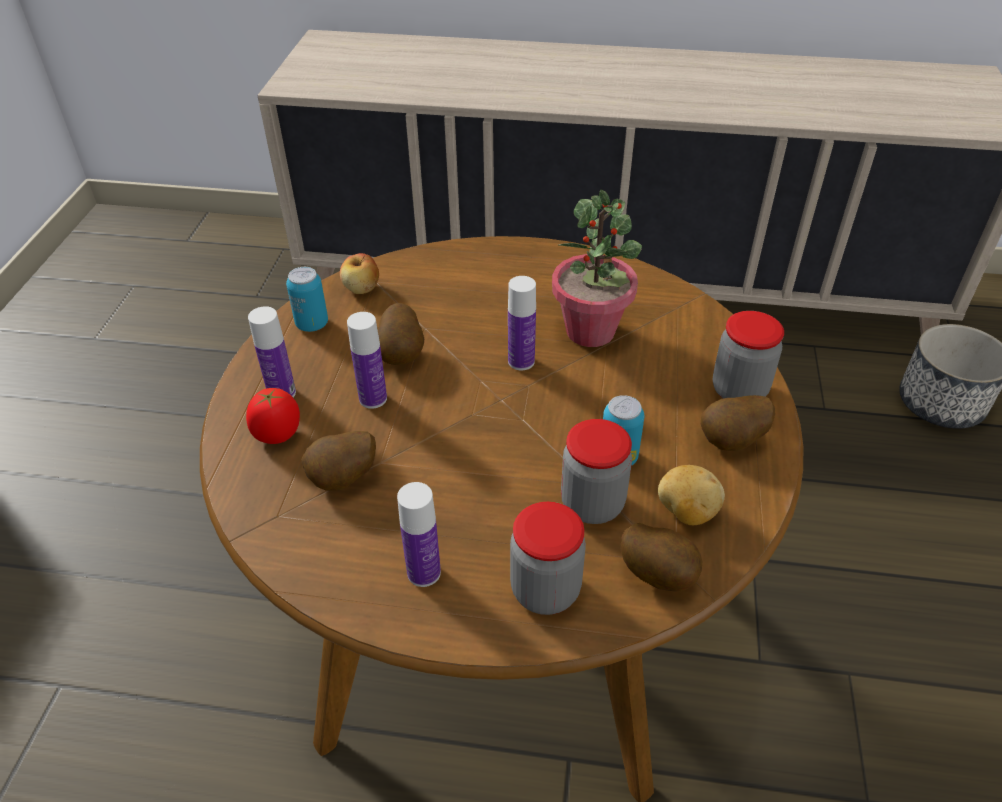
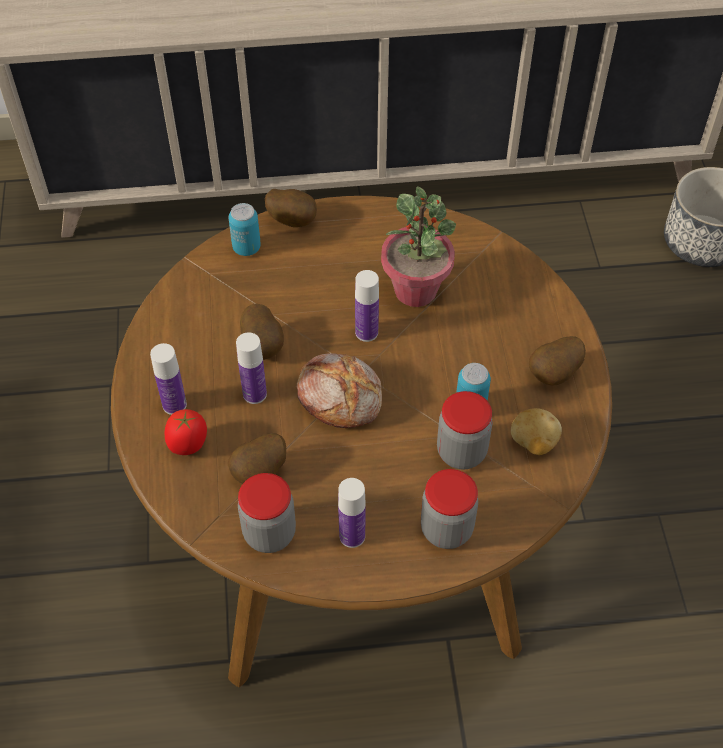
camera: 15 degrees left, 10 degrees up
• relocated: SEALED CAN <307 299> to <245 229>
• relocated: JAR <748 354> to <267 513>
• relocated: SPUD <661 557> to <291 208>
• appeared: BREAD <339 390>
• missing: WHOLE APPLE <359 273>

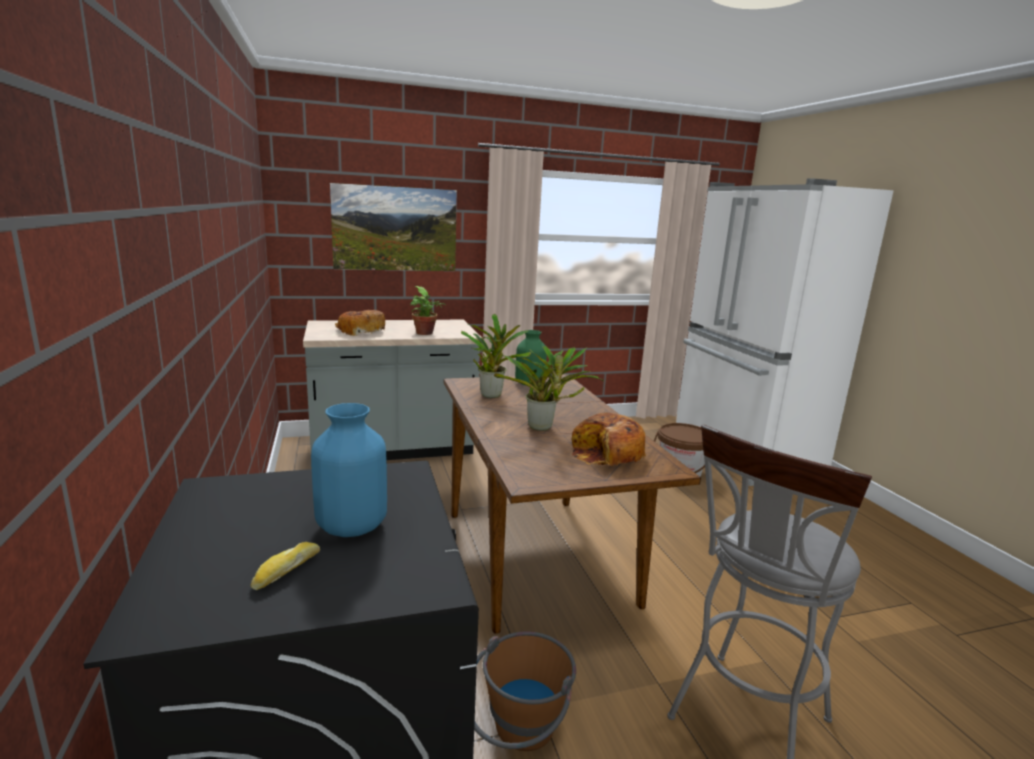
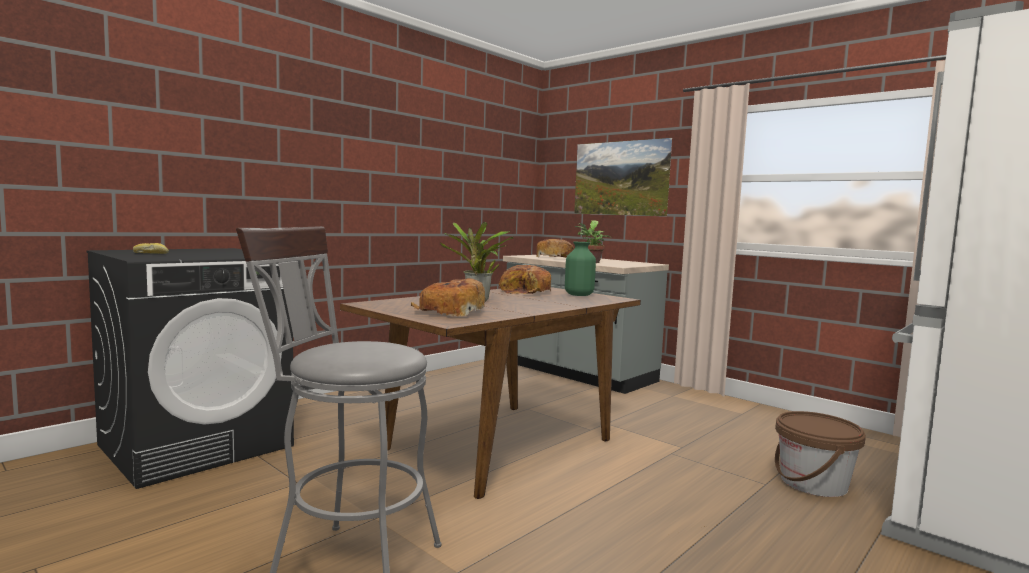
camera: 60 degrees right, 10 degrees down
• exchanged: PLANT IN A POT <496 356> to BREAD <525 279>
• missing: BLUE VASE <349 470>
• missing: BROWNISH PAIL <525 691>

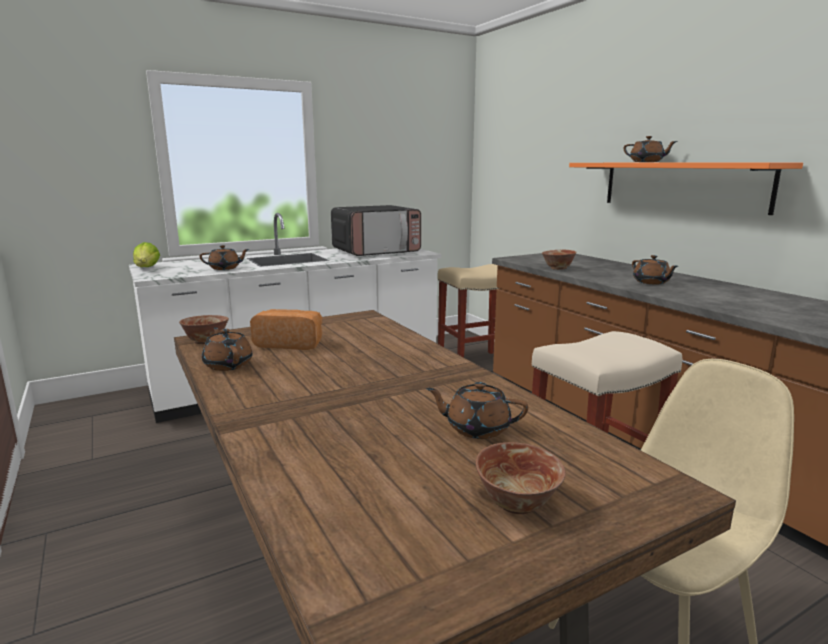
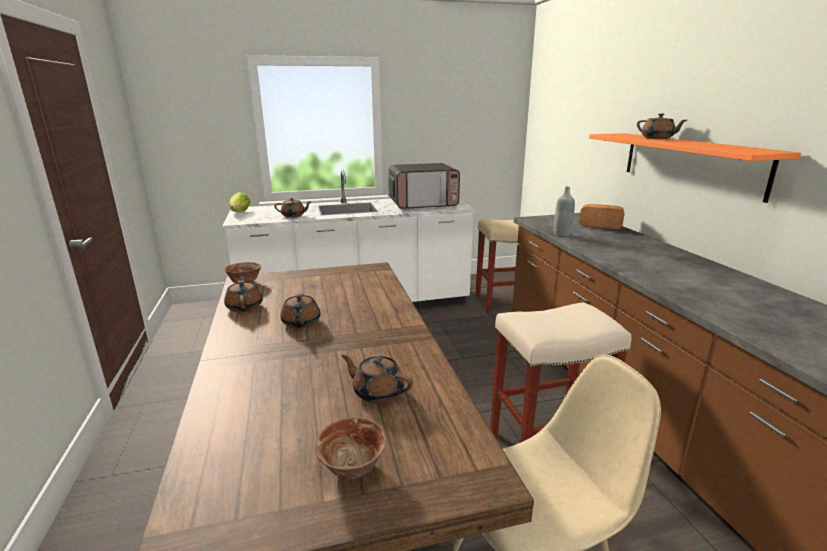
camera: 15 degrees right, 5 degrees up
• relocated: BROWNISH POT FOR TEA <655 270> to <300 311>
• exchanged: DEEP DISH <559 260> to GREYISH BOTTLE <564 211>
• relocated: BREAD <286 329> to <602 216>

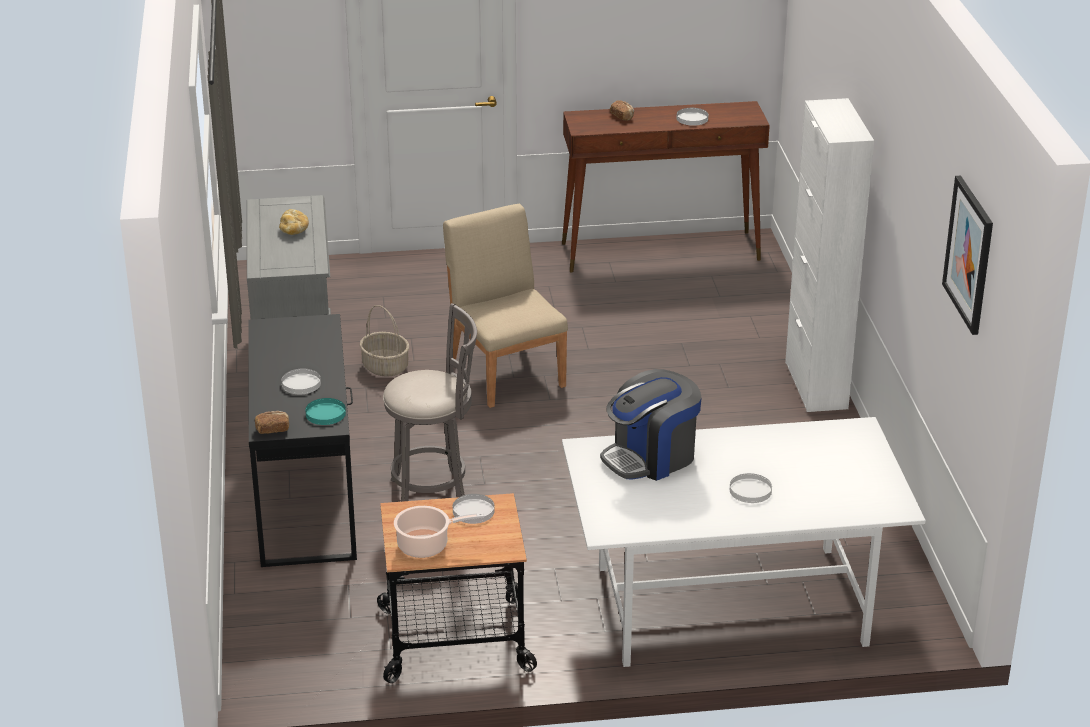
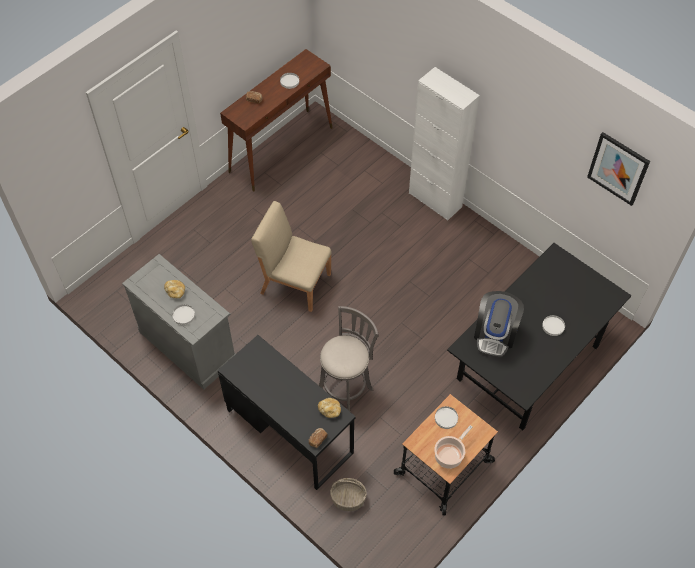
camera: 40 degrees left, 25 degrees up
• relocated: WHITE PLATE <301 381> to <183 314>
• exchanged: TURQUOISE PLATE <325 411> to BREAD <329 408>
• relocated: STORAGE BASKET <384 341> to <348 494>
• colour: WHITE DINING TABLE <744 542> to BLACKISH DINING TABLE <539 336>

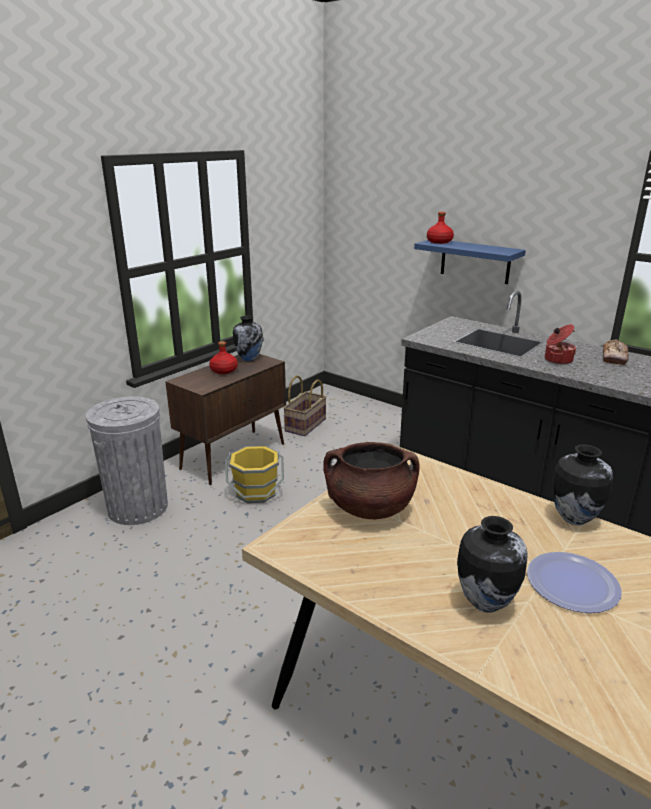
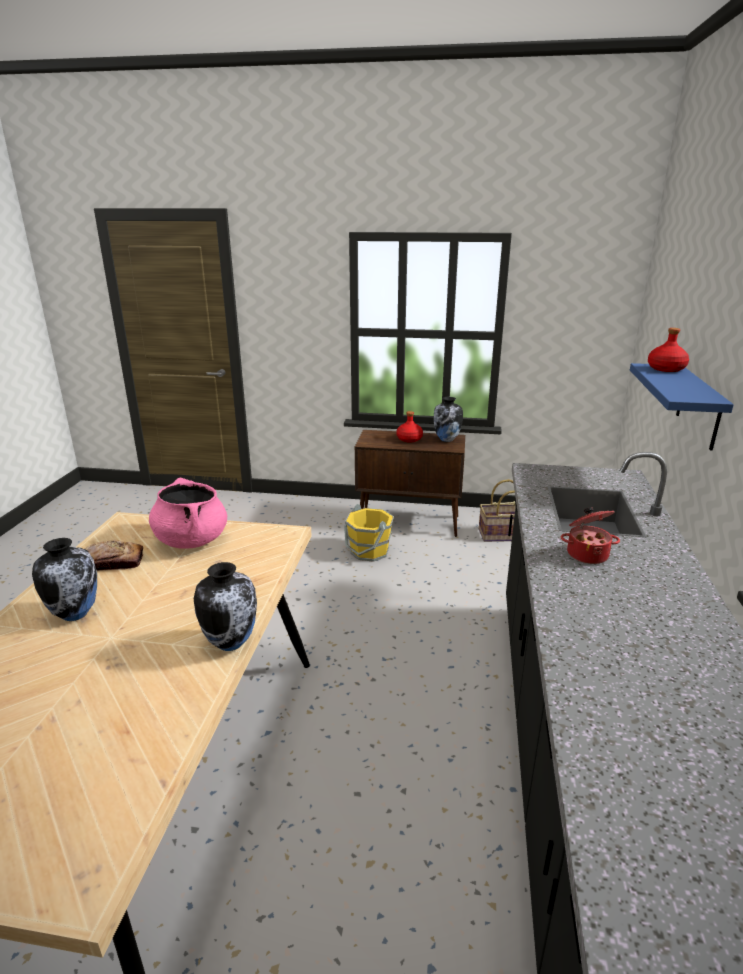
camera: 60 degrees right, 0 degrees up
• relocated: BREAD <616 352> to <114 555>
• colour: BROWNISH COOKING POT <371 480> to PINK-COLOURED COOKING POT <188 513>
• missing: GREYISH RUBBISH BIN <127 460>
• missing: PLATE <574 582>

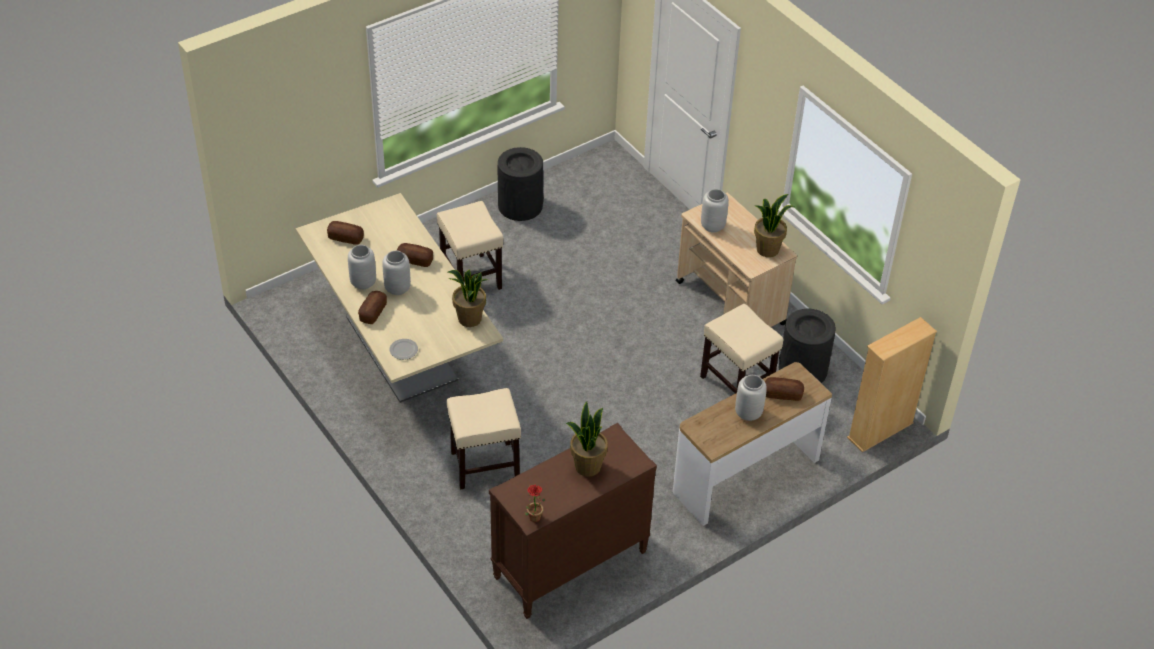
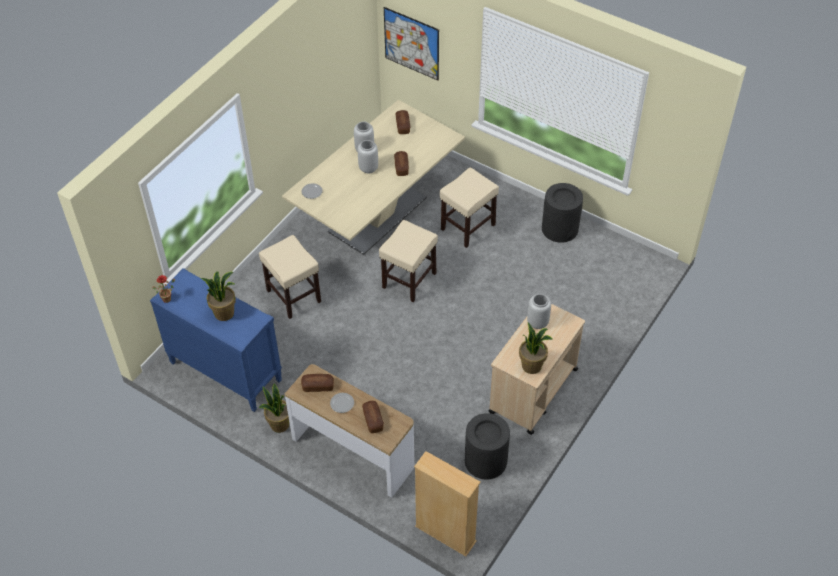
camera: 70 degrees right, 5 degrees up
• colour: BROWNISH DRAWER CHEST <573 521> to BLUE DRAWER CHEST <216 340>
• relocated: PLANT IN A POT <468 298> to <274 408>
• relocated: BREAD <372 307> to <317 383>
• exchanged: GREYISH VASE <751 398> to PLATE <342 403>
• relocated: BEIGE-COLOURED SITTING STOOL <741 348> to <408 261>
• appeared: WALL ART <411 43>

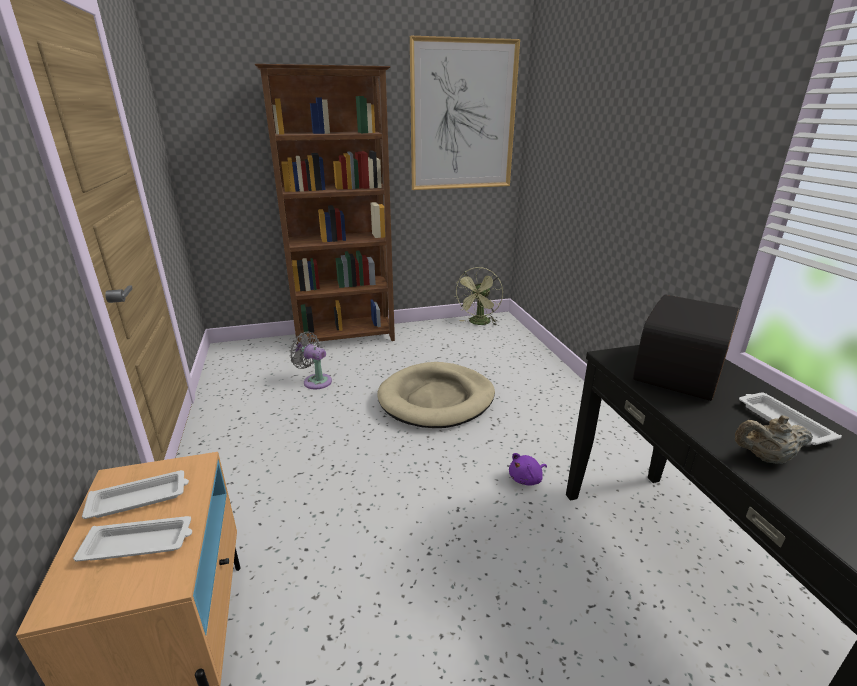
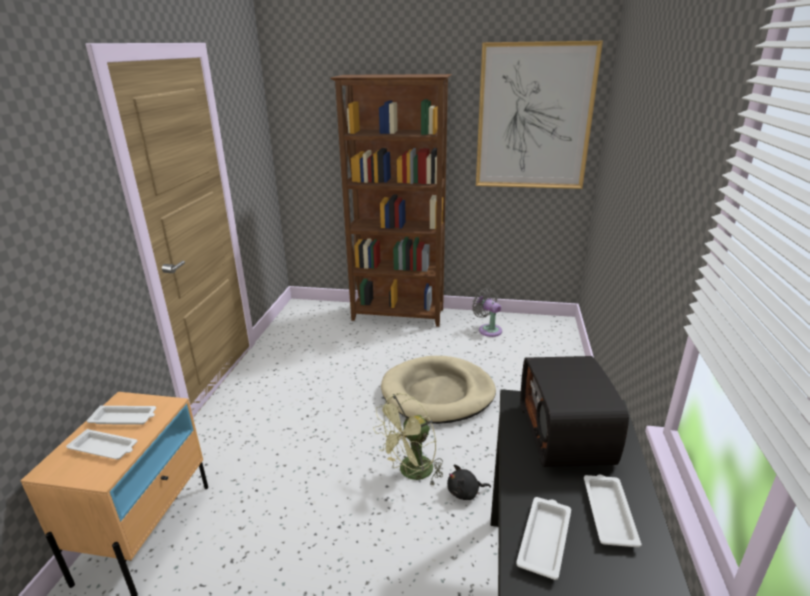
camera: 25 degrees right, 0 degrees up
• relocated: GREENISH FAN <479 296> to <408 440>
• colour: PURPLE CUDDLY TOY <528 469> to BLACKISH CUDDLY TOY <469 482>
• relocated: GREYISH FAN <310 360> to <487 312>
• exchanged: BEIGE-COLOURED POT FOR TEA <774 439> to WHITE TRAY <543 538>
• spun: RADIO <686 347> = <574 411> 60 degrees counterclockwise

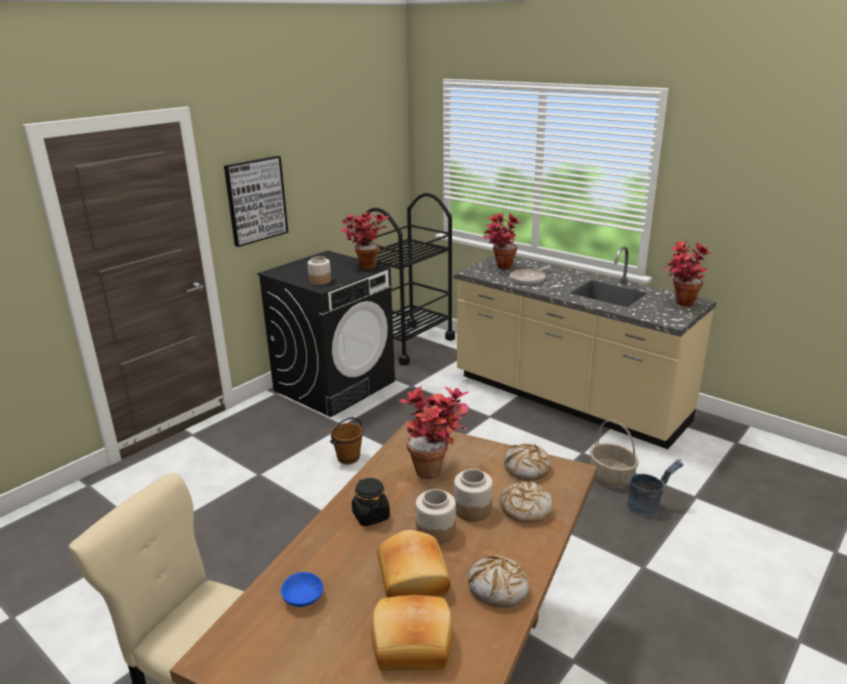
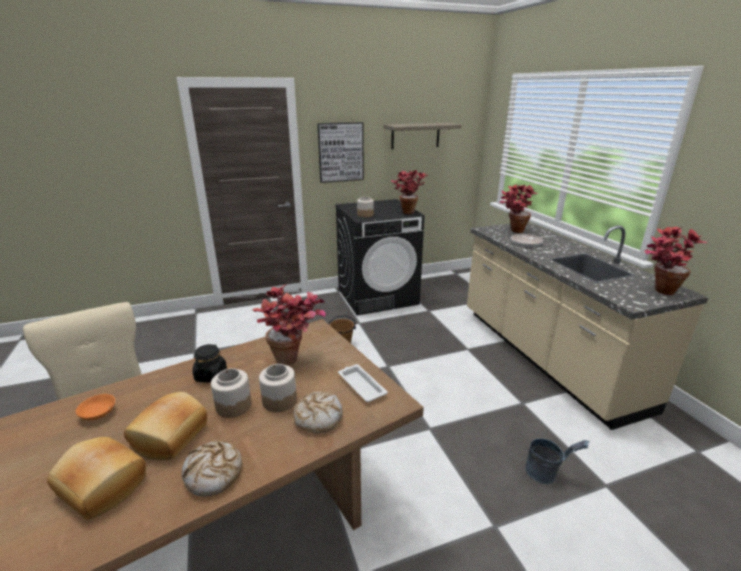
camera: 30 degrees right, 0 degrees up
• colour: BLUE DEEP DISH <302 589> to ORANGEY DEEP DISH <95 407>
• exchanged: BREAD <527 462> to WHITE TRAY <363 383>
• appeared: WALL SHELF <422 136>
• missing: BLACKISH TROLLEY <406 279>
• missing: STORAGE BASKET <614 452>

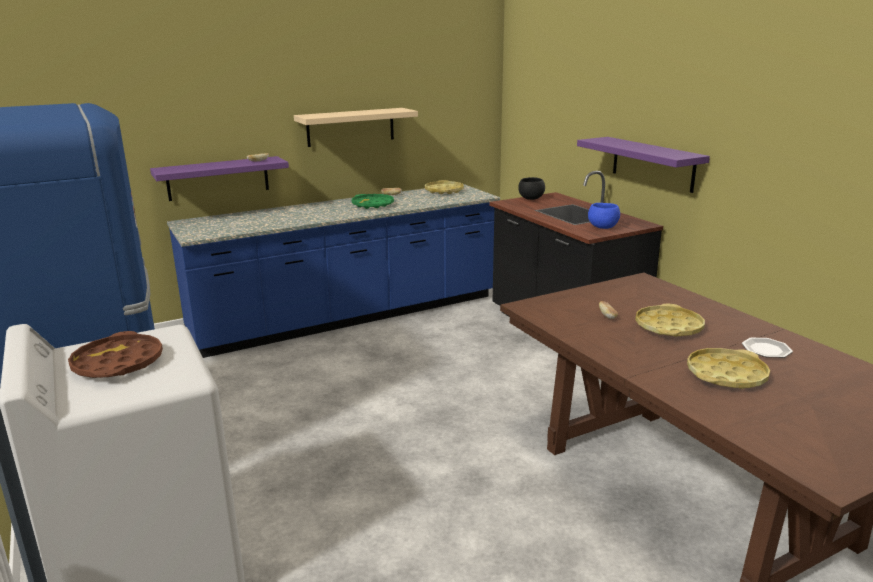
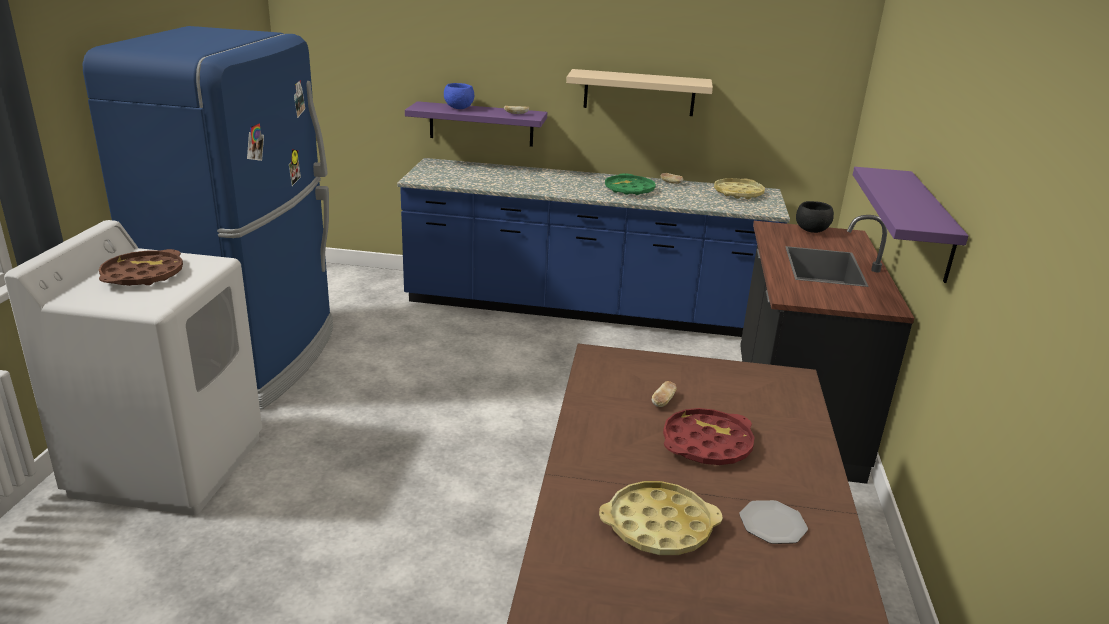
camera: 35 degrees right, 5 degrees up
• relocated: BLUE DEEP DISH <604 216> to <459 96>
• colour: YELLOW TRAY <670 320> to RED TRAY <708 436>

